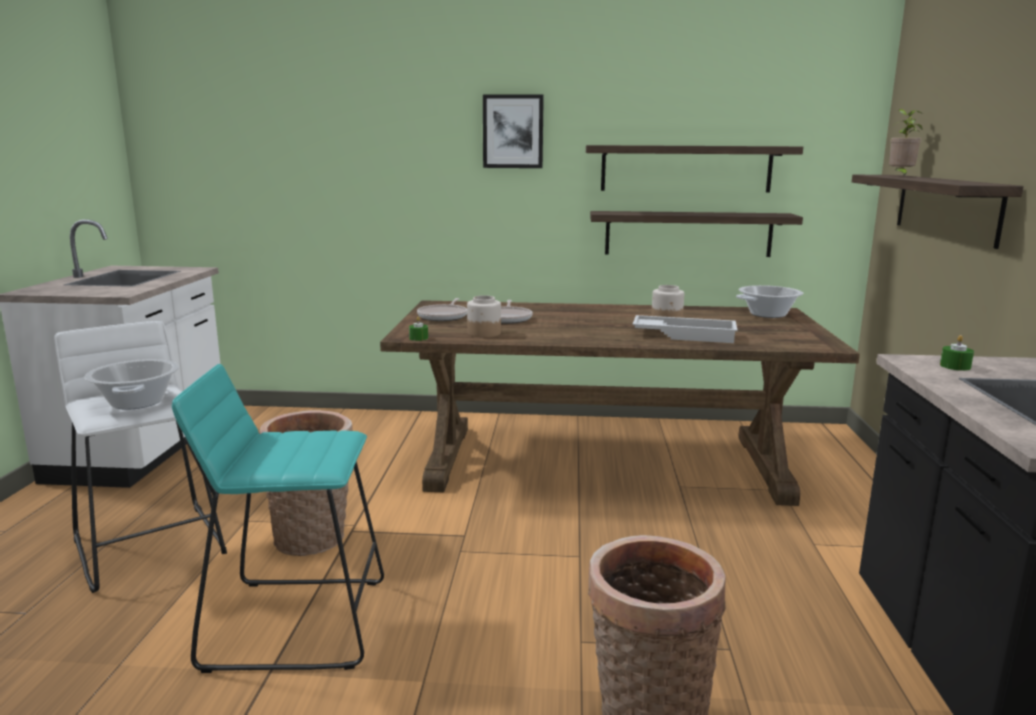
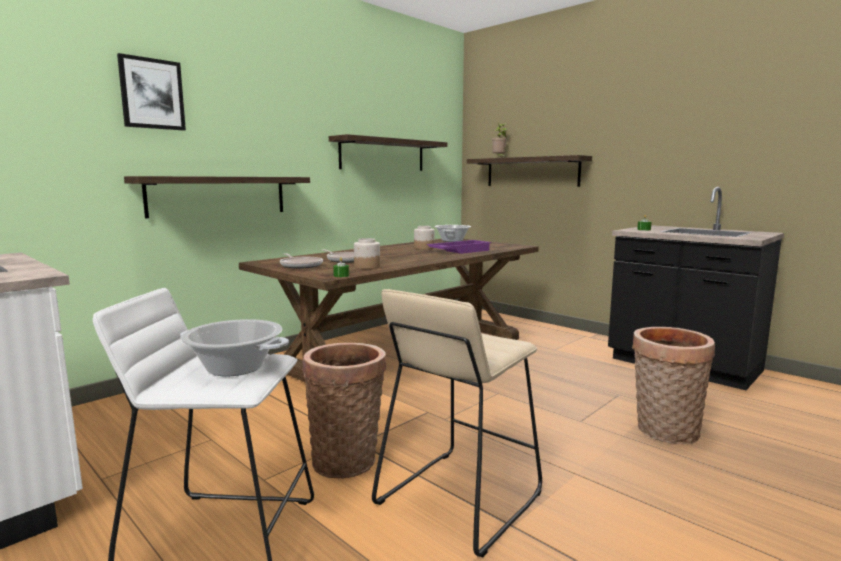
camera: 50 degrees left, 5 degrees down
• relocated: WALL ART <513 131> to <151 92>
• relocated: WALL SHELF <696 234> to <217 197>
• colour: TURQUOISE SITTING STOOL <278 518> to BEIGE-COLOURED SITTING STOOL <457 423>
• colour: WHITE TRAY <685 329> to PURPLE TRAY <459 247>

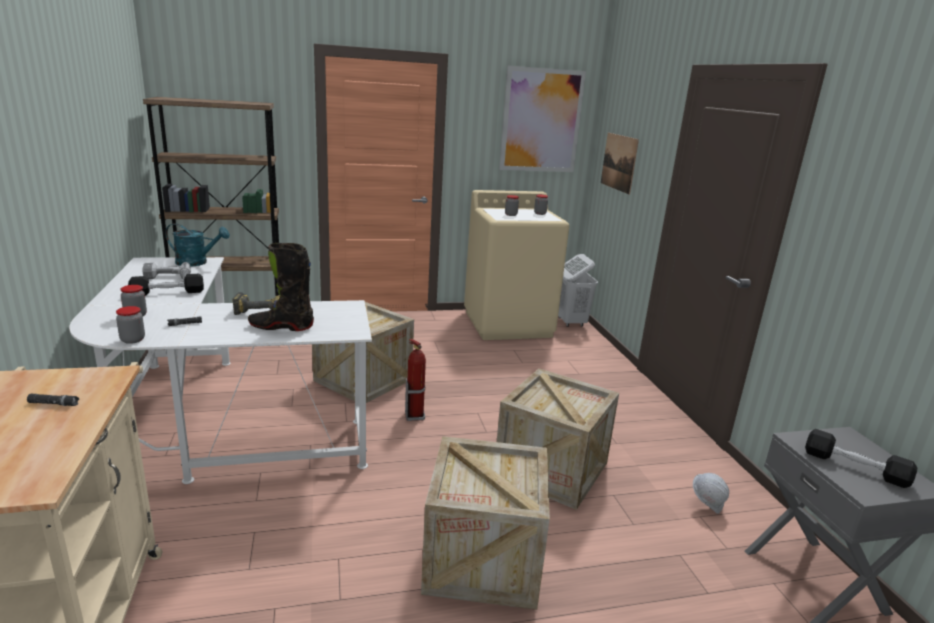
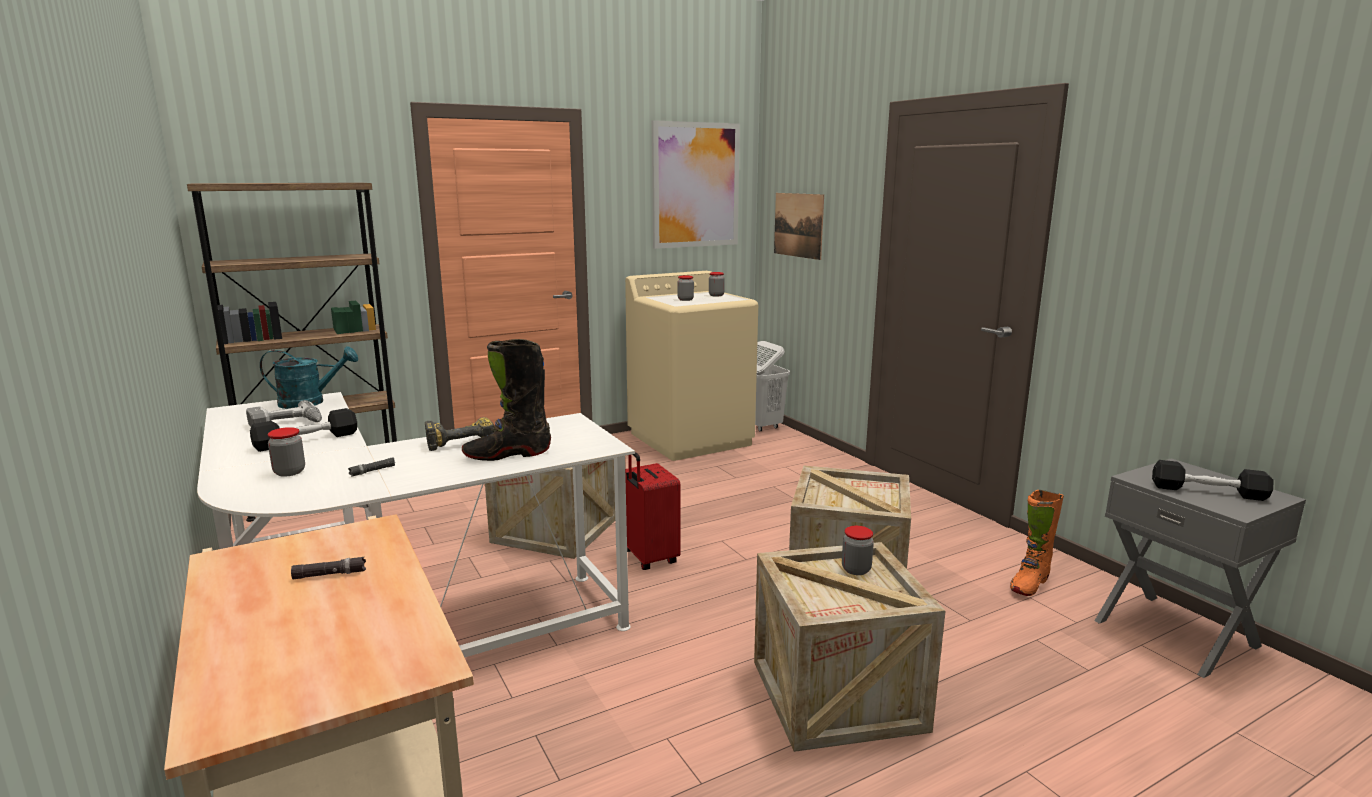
camera: 15 degrees left, 5 degrees down
• exchanged: EXTINGUISHER <415 380> to RED SUITCASE <653 511>
• relocated: JAR <130 325> to <858 550>
• exchanged: WHITE WORK HELMET <711 493> to ORANGEY HIGH-TOP BOOT <1037 543>

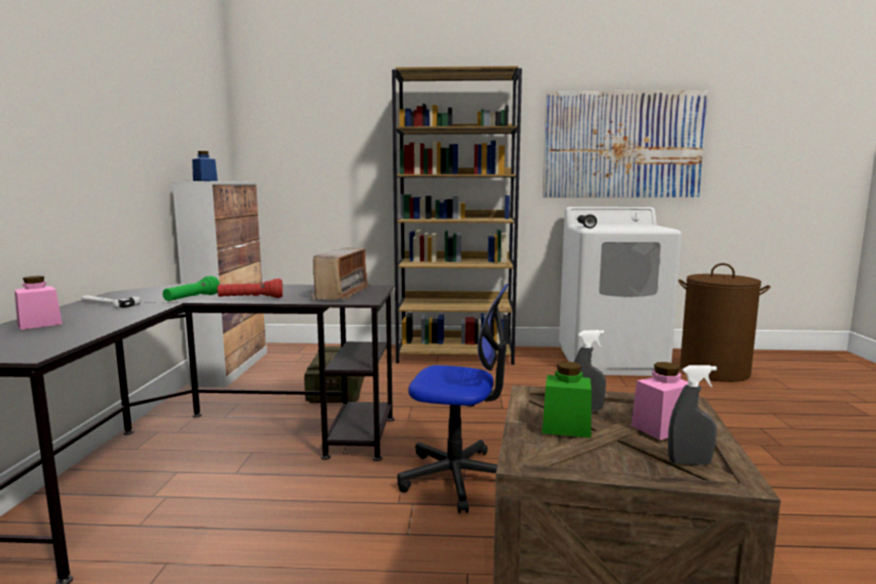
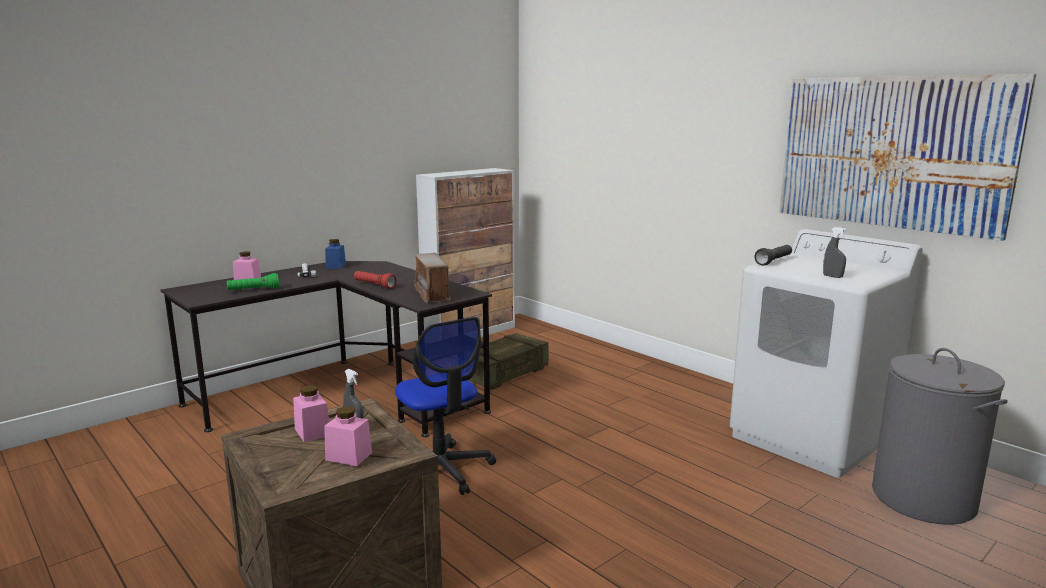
camera: 45 degrees right, 5 degrees up
• relocated: GREENISH FLASHLIGHT <191 288> to <253 281>
• colour: GREENISH JAR <566 399> to PINK-COLOURED JAR <311 413>
• relocated: BLUE JAR <205 166> to <335 254>
• spun: RADIO <340 274> = <432 278> 105 degrees clockwise
• relocated: GREYISH SPRAYER <692 415> to <835 252>
• colour: BROWNISH LAUNDRY BASKET <724 322> to GREYISH LAUNDRY BASKET <940 436>
• missing: BROWNISH BOOKCASE <457 215>

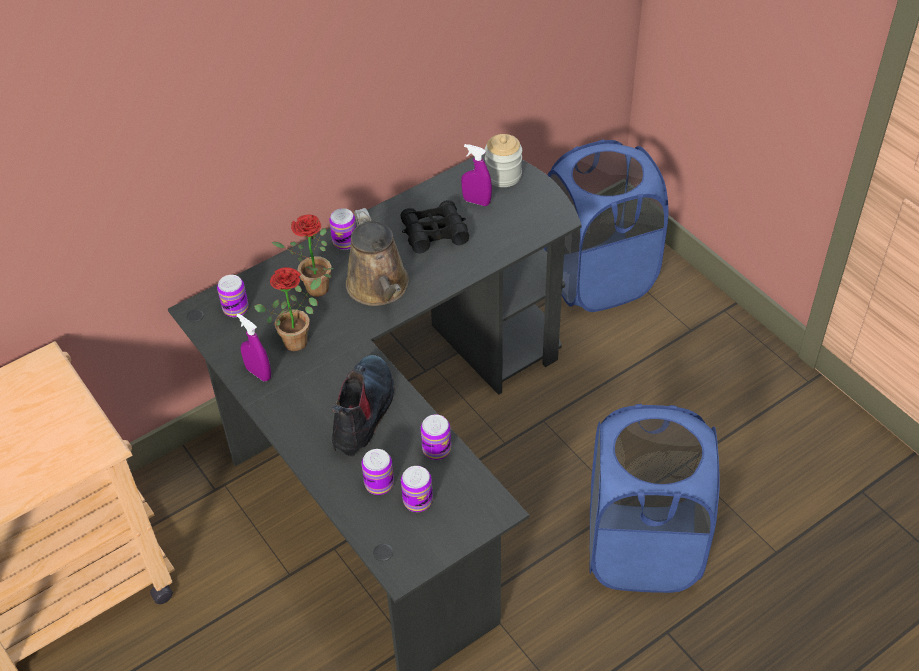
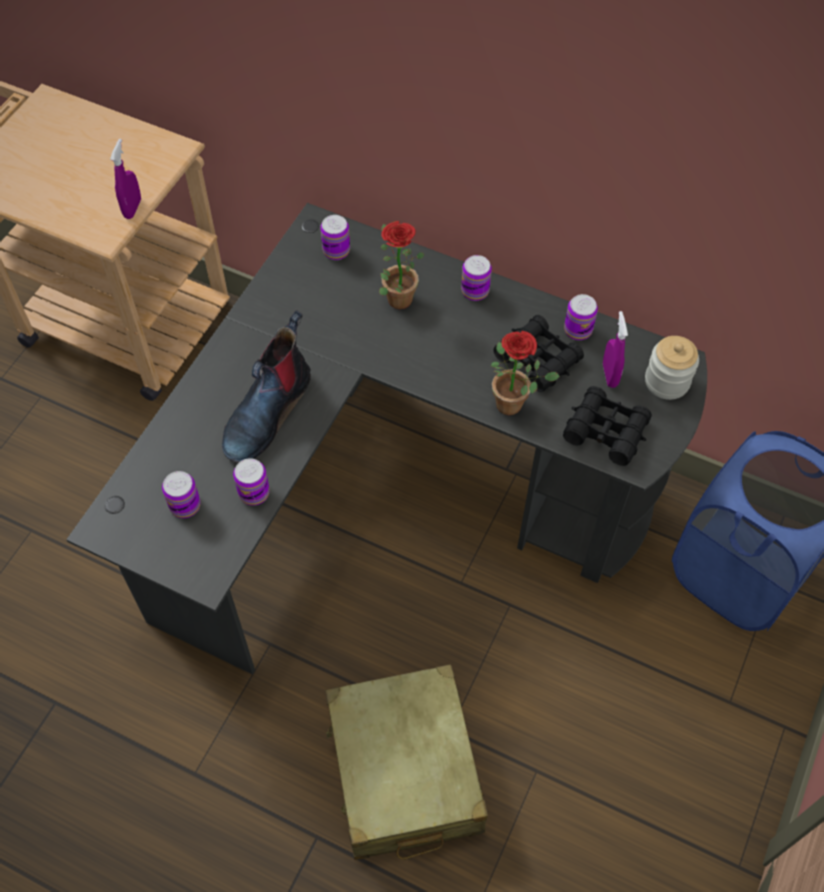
camera: 60 degrees right, 10 degrees up
• relocated: PURPLE SPRAYER <253 347> to <125 179>
• spun: HIGH-TOP BOOT <363 406> = <266 386> 135 degrees clockwise
• exchanged: BLUE LAUNDRY BASKET <654 498> to BEIGE-COLOURED SUITCASE <406 762>
• relocated: PLANT IN A POT <287 309> to <525 373>
• appeared: BLACKISH FIELD GLASSES <607 426>
• relocated: SEALED CAN <378 472> to <581 317>
• missing: BROWNISH WATERING CAN <377 257>

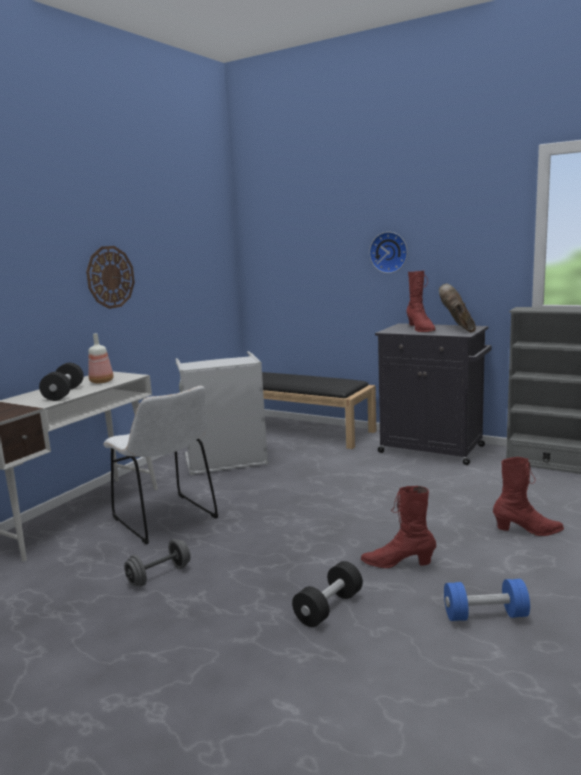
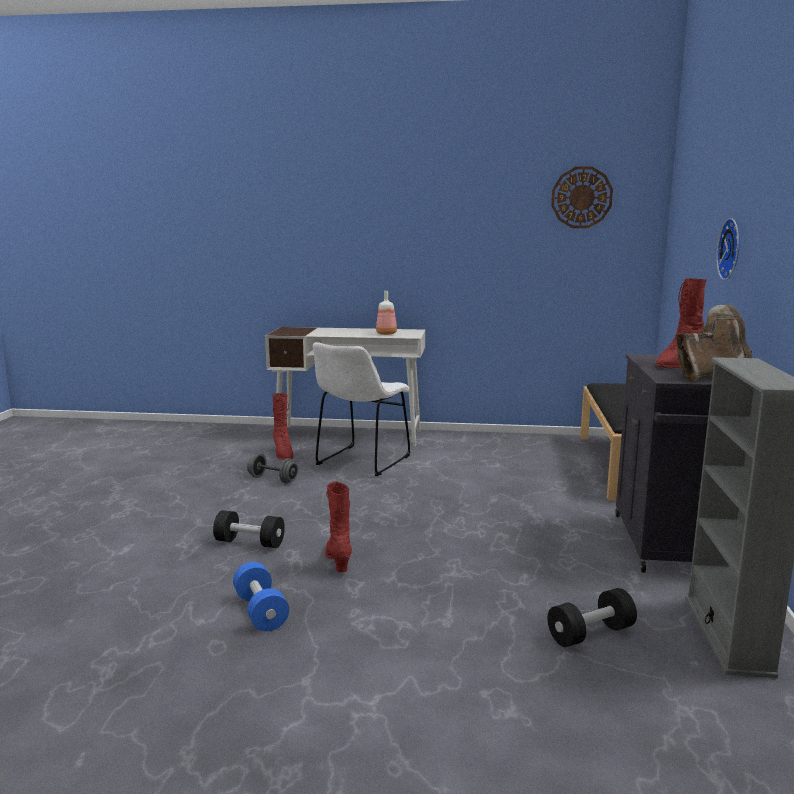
camera: 65 degrees right, 0 degrees up
• relocated: RED HIGH-TOP BOOT <528 496> to <283 426>
• relocated: BLACKISH HAND WEIGHT <61 382> to <592 617>
• relocated: WALL CLOCK <110 277> to <582 197>
• missing: GREYISH LAUNDRY BASKET <221 413>

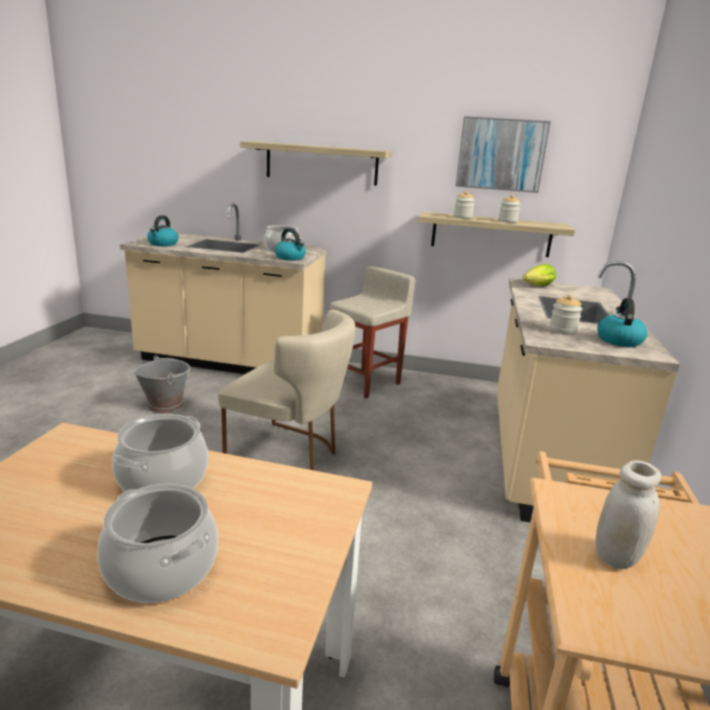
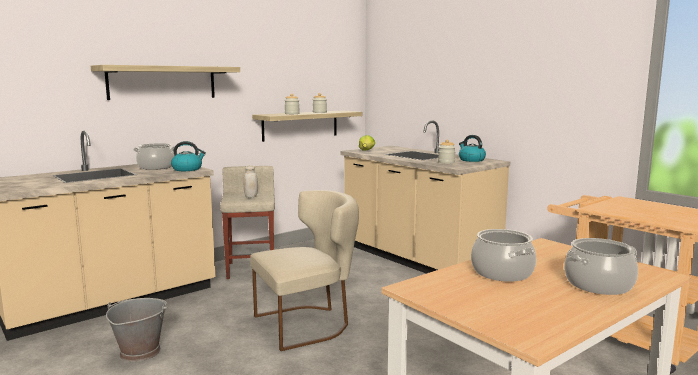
camera: 50 degrees left, 10 degrees down
• relocated: WHITE JAR <628 514> to <251 182>
• missing: WATER KETTLE <162 230>
• missing: WALL ART <503 154>

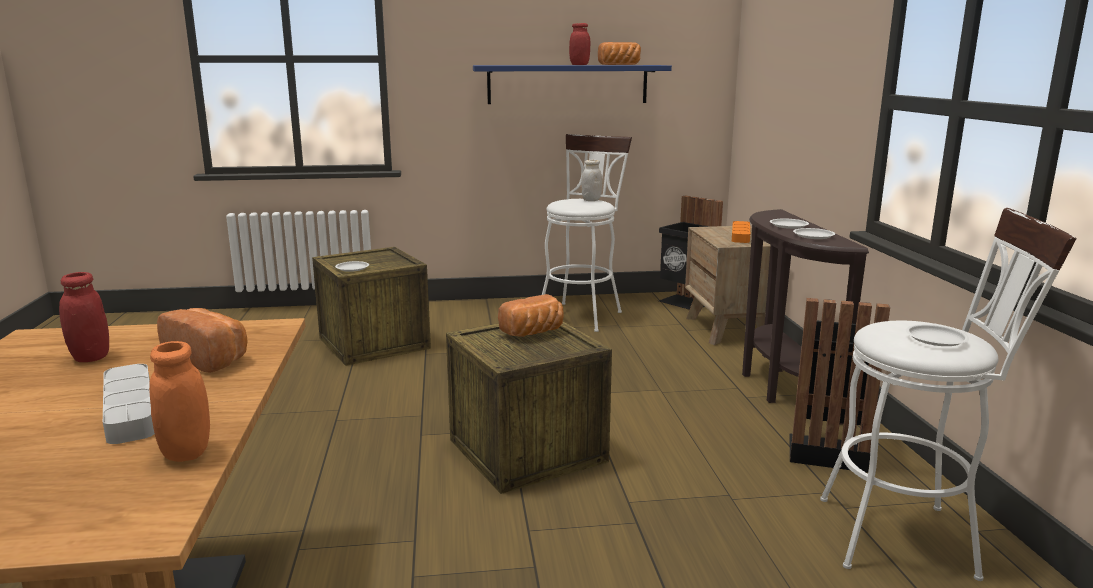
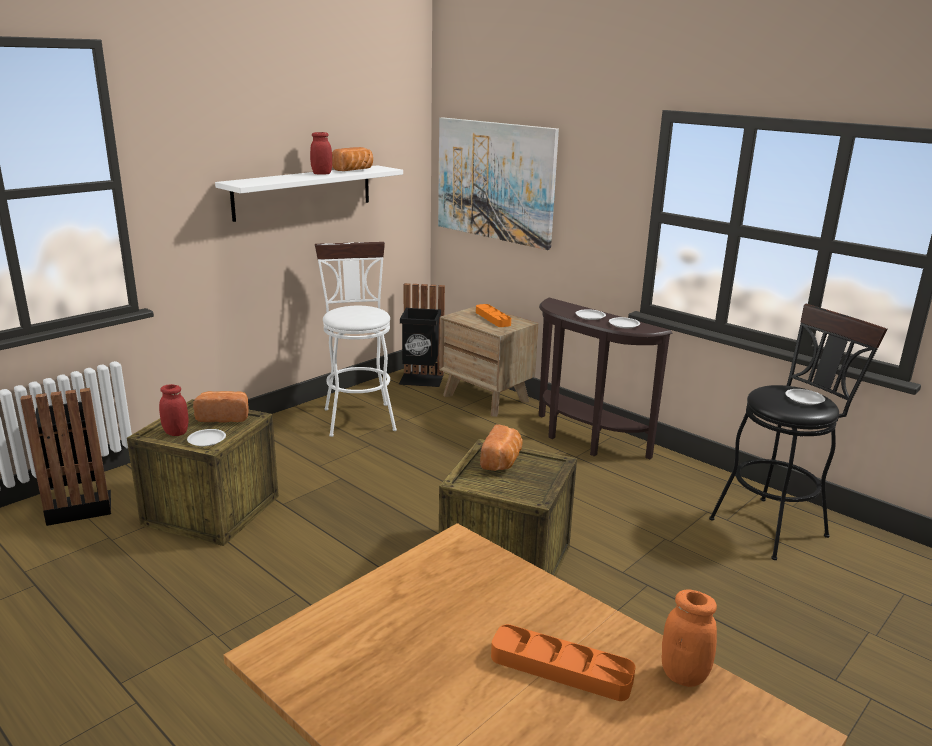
camera: 40 degrees left, 5 degrees up
• relocated: BLACKISH RUBBISH BIN <839 385> to <65 457>
• relocated: RED JAR <84 317> to <174 410>
• relocated: BREAD <202 340> to <221 406>
• colour: BLUE WALL SHELF <572 84> to WHITE WALL SHELF <309 193>
• appeared: WALL ART <498 183>
• colour: GREYISH TRAY <129 404> to ORANGEY TRAY <563 662>
• colour: WHITE SITTING STOOL <948 394> to BLACKISH SITTING STOOL <798 432>
• missing: WHITE JAR <591 180>

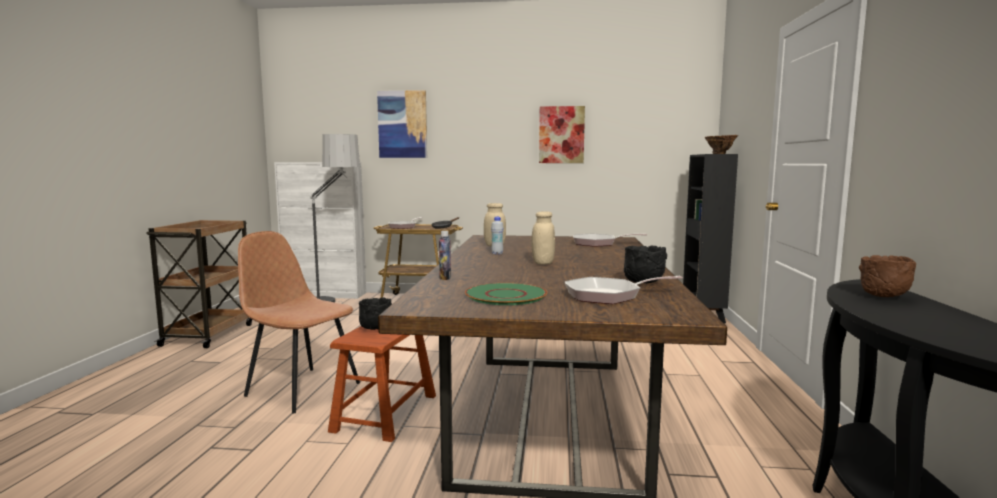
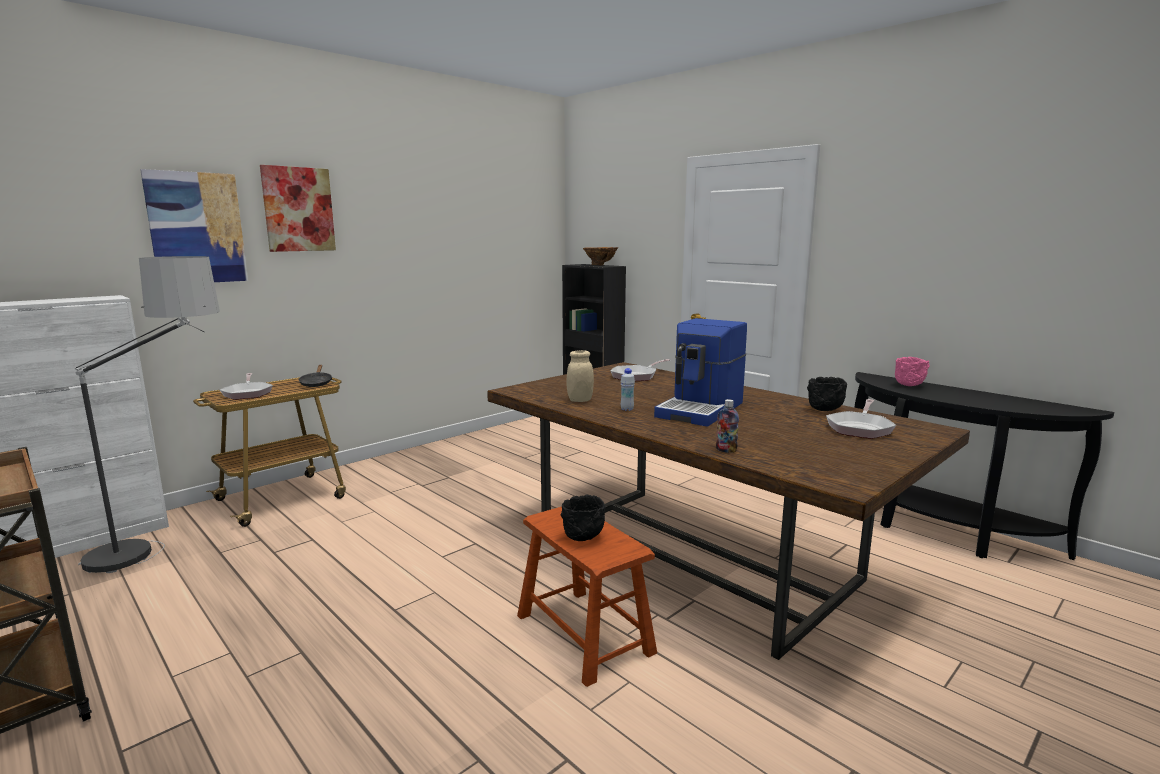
camera: 50 degrees left, 5 degrees up
• relocated: WALL ART <562 134> to <298 208>
• exchanged: BEIGE-COLOURED JAR <543 238> to COFFEE MACHINE <700 372>
• colour: BROWNISH DEEP DISH <887 276> to PINK-COLOURED DEEP DISH <912 371>
• missing: BROWNISH UPRIGHT CHAIR <299 322>
• missing: GREENISH PLATE <506 294>

